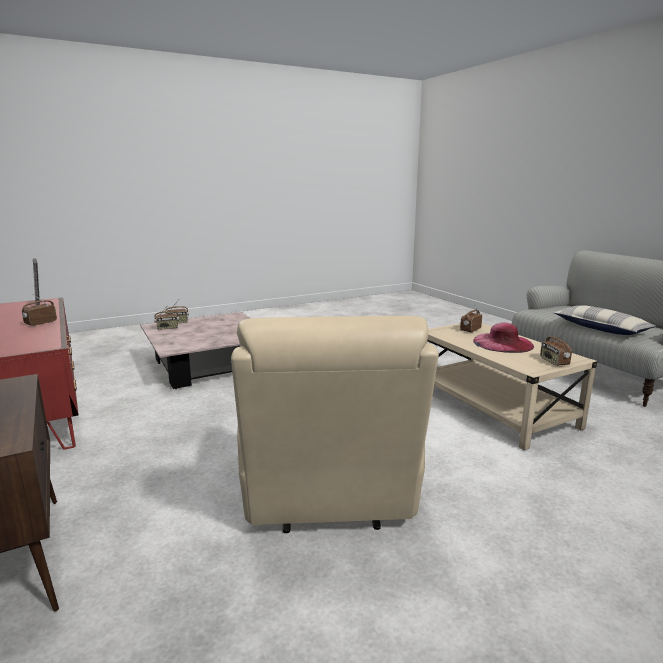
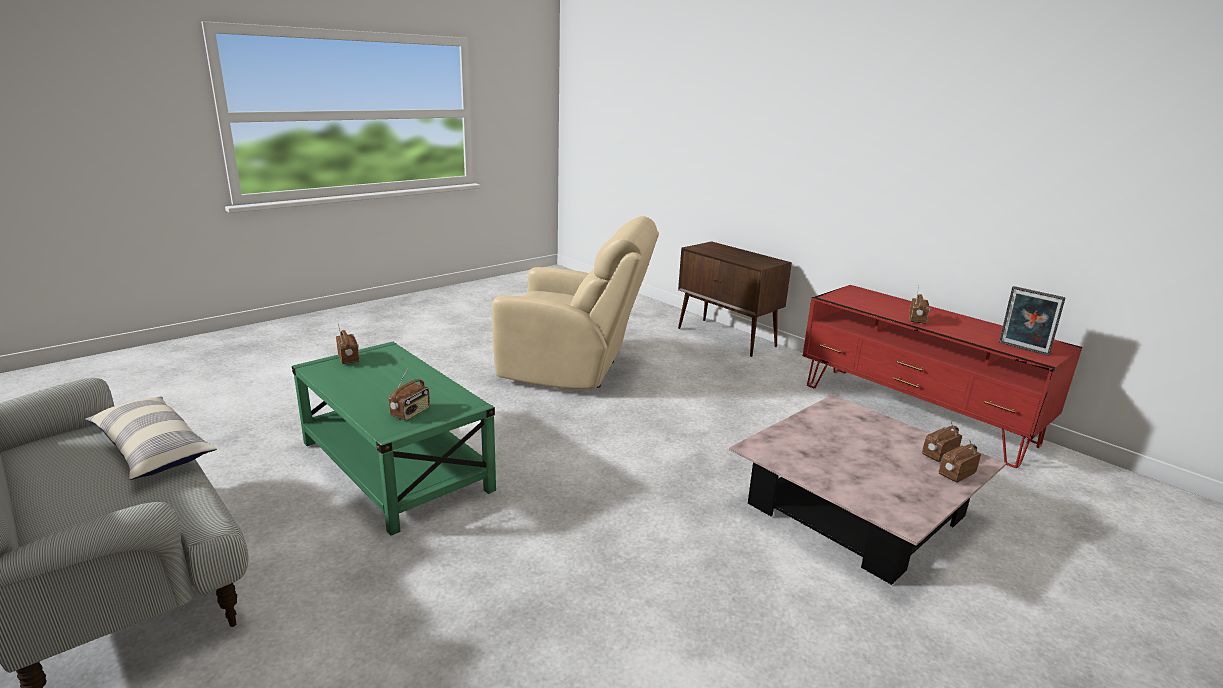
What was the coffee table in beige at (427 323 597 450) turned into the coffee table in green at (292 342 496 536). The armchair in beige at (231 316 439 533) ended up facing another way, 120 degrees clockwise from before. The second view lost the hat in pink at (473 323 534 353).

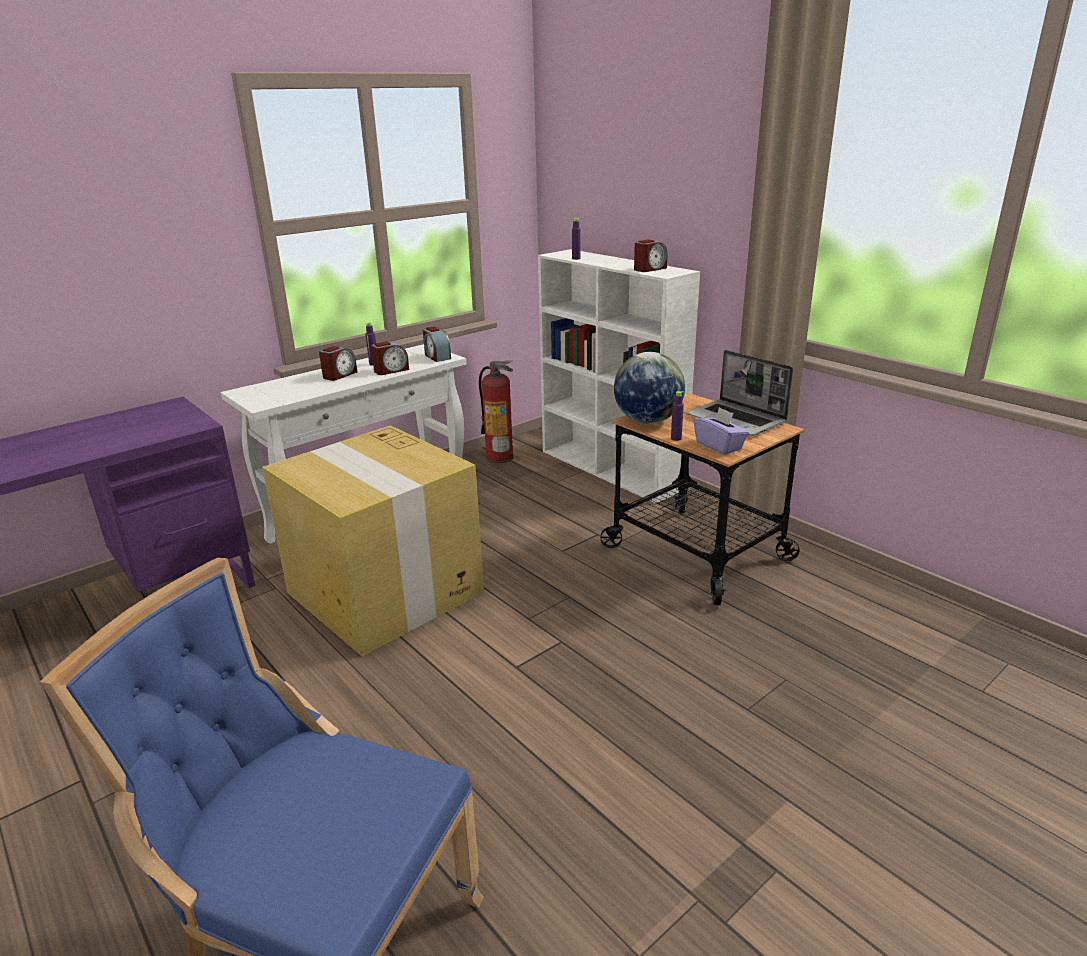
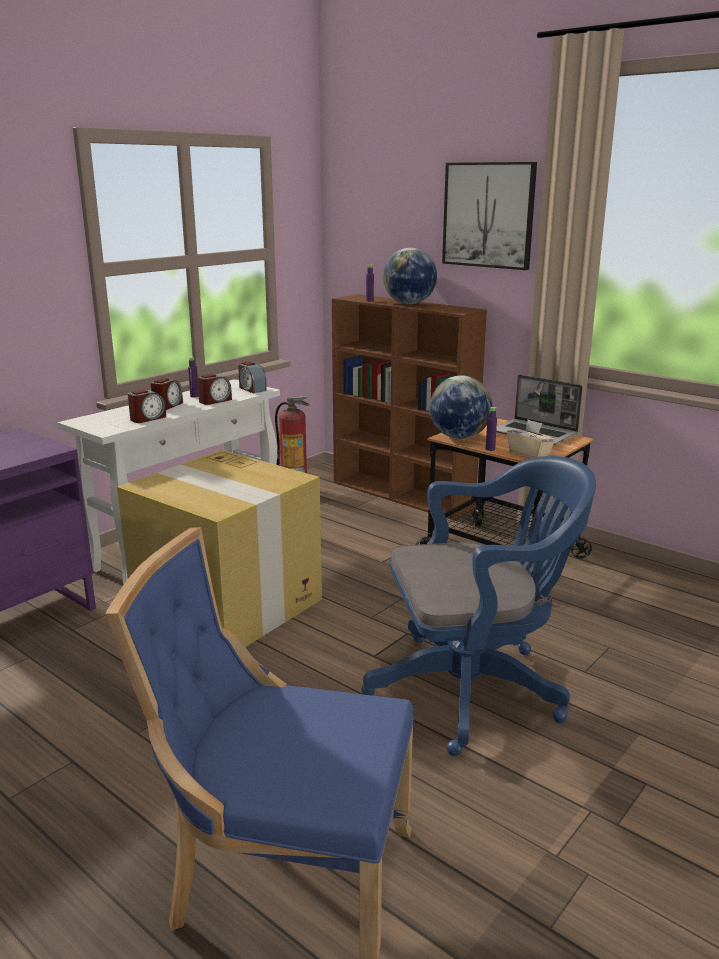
The alarm clock ended up elsewhere, having gone from (634 239 667 272) to (128 389 166 423). What was the bookcase in white at (538 249 700 503) turned into the bookcase in brown at (332 294 487 520). The second view gained the office chair in blue at (361 456 596 756). The second view gained the globe at (383 248 437 304). The second view gained the picture at (442 162 537 270). What was the tissue box in purple at (694 407 749 455) turned into the tissue box in beige at (507 420 555 458).

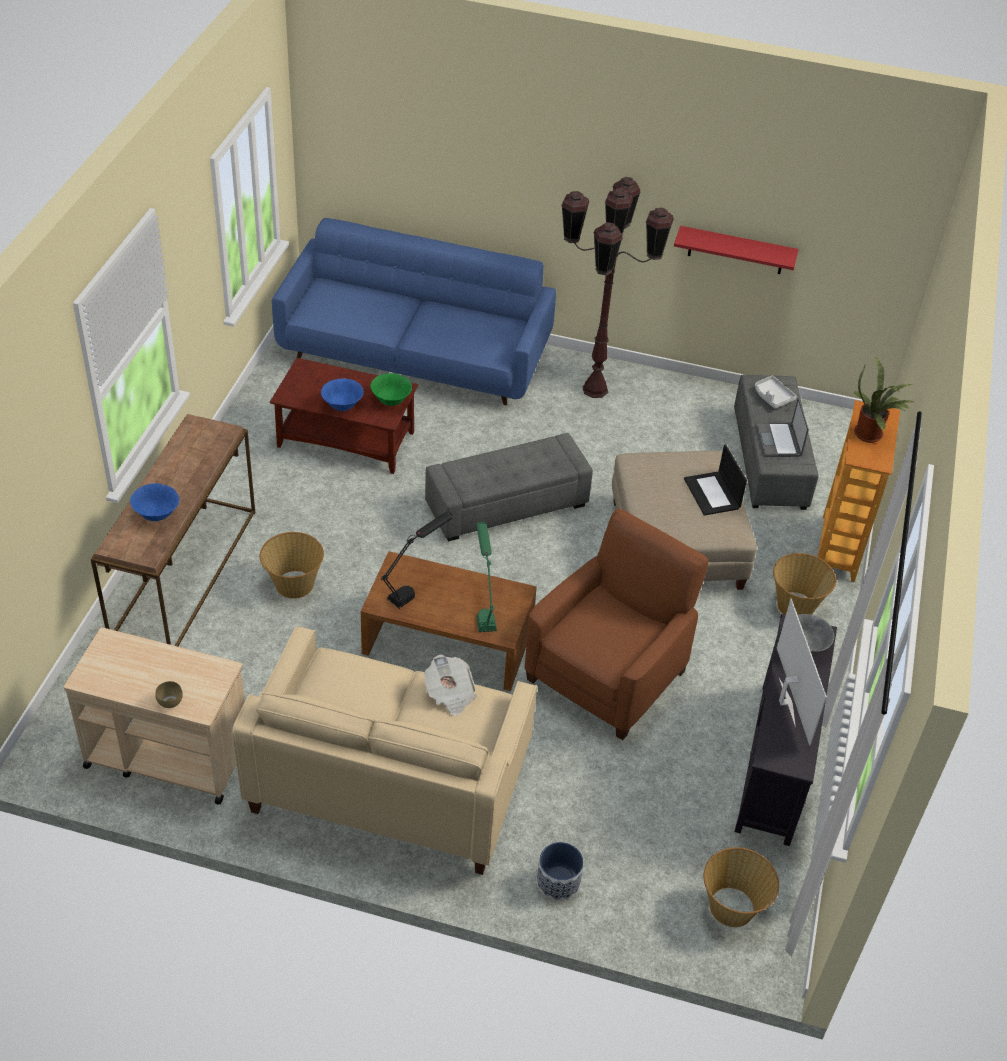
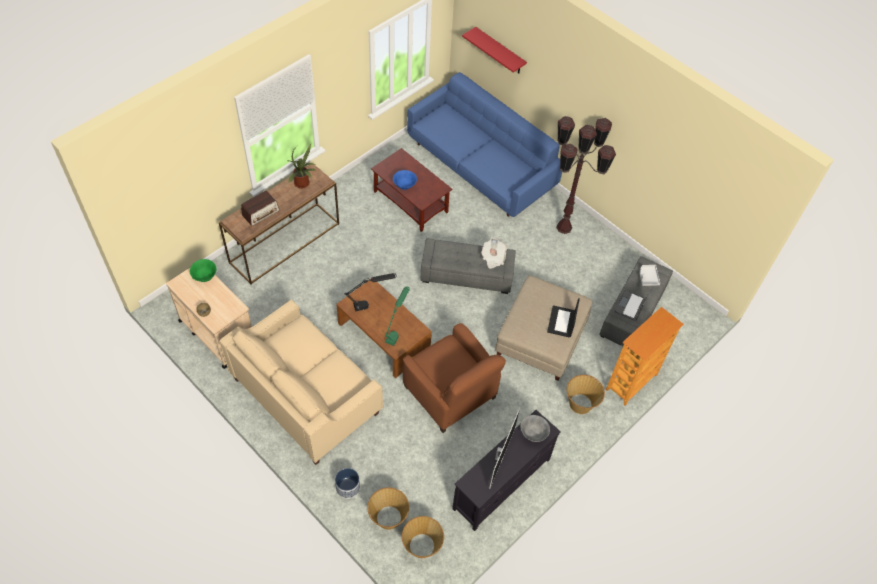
The bowl in green ended up elsewhere, having gone from (370 373 412 406) to (190 259 217 282). Where the bowl in blue stood at (130 483 179 521), the radio came to stand at (241 190 279 226). The potted plant ended up elsewhere, having gone from (854 356 913 443) to (287 144 316 189). The basket ended up elsewhere, having gone from (260 532 324 599) to (367 487 409 530). The armchair in brown at (524 509 709 740) ended up facing another way, 75 degrees clockwise from before. The shelf in red ended up elsewhere, having gone from (674 226 799 274) to (462 27 527 73). The newspaper ended up elsewhere, having gone from (424 654 477 716) to (481 238 507 269).

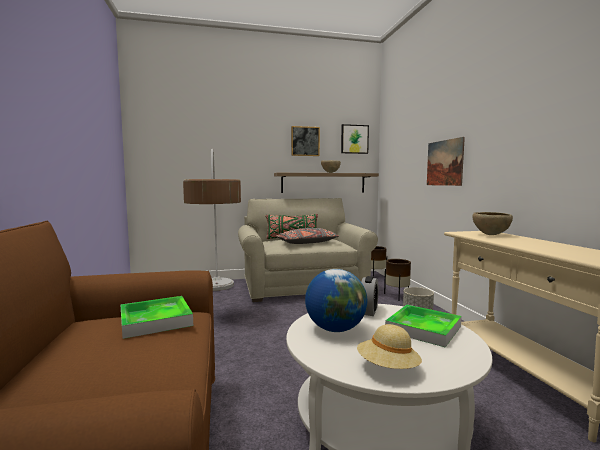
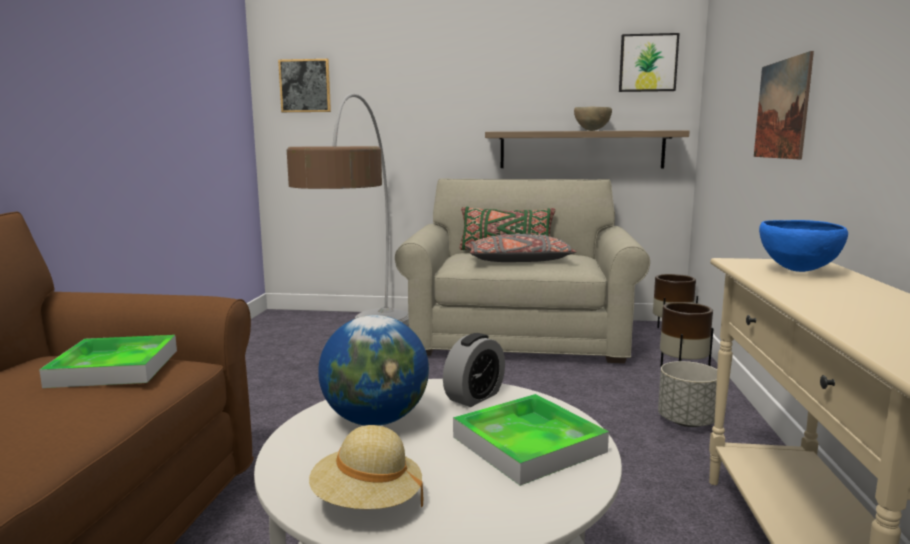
The picture ended up elsewhere, having gone from (291 126 320 156) to (278 59 331 112). What was the bowl in brown at (472 212 513 235) turned into the bowl in blue at (759 220 848 272).

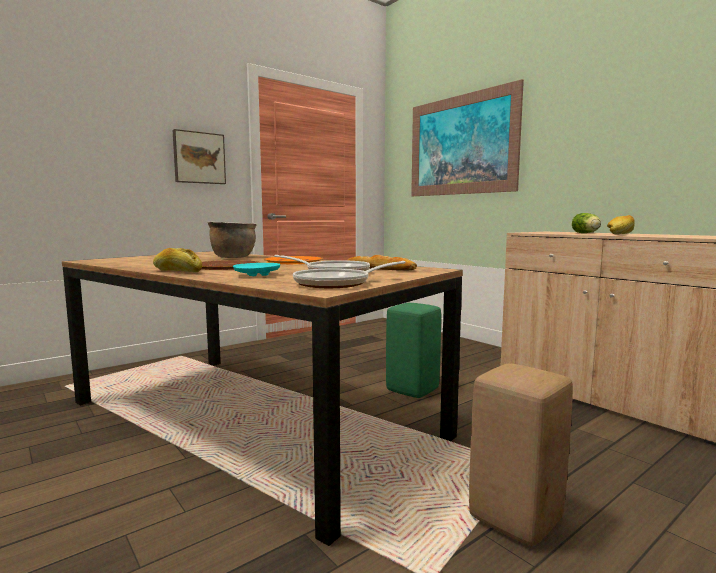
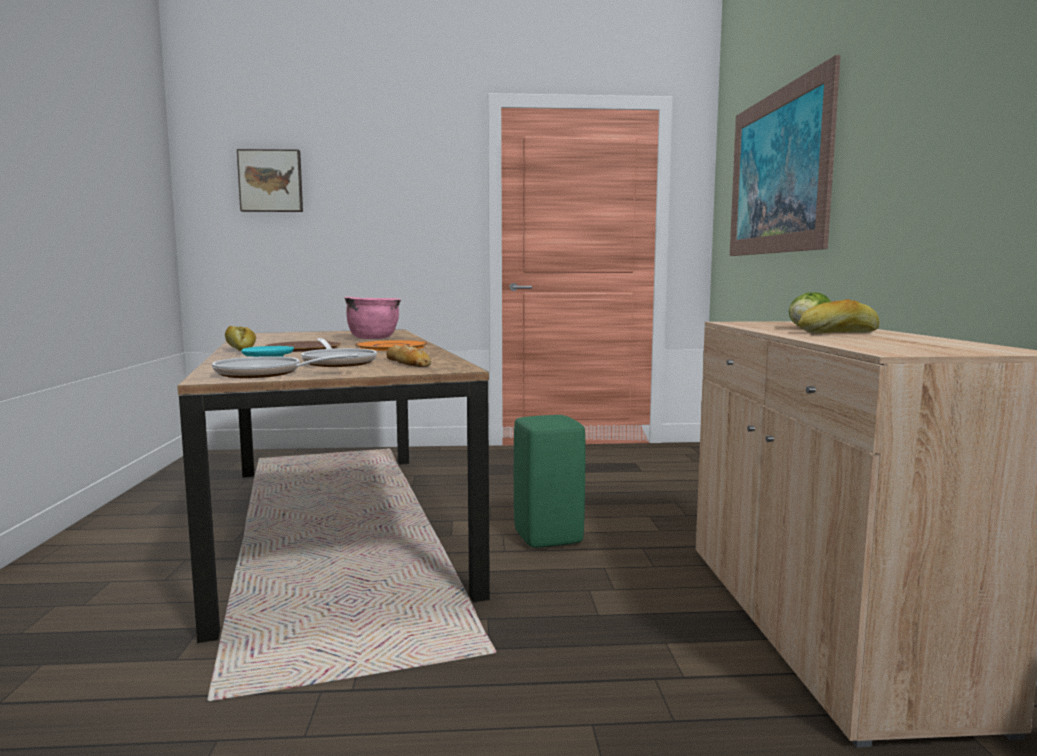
The picture ended up elsewhere, having gone from (173 129 226 184) to (237 149 303 212). What was the cooking pot in brown at (208 221 257 258) turned into the cooking pot in pink at (344 297 401 339). The second view lost the stool in beige at (469 363 573 546).

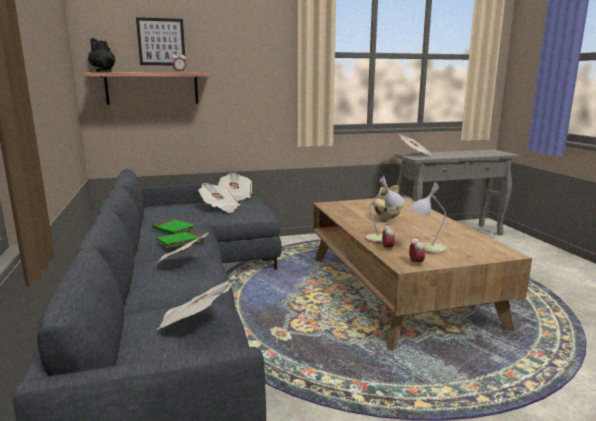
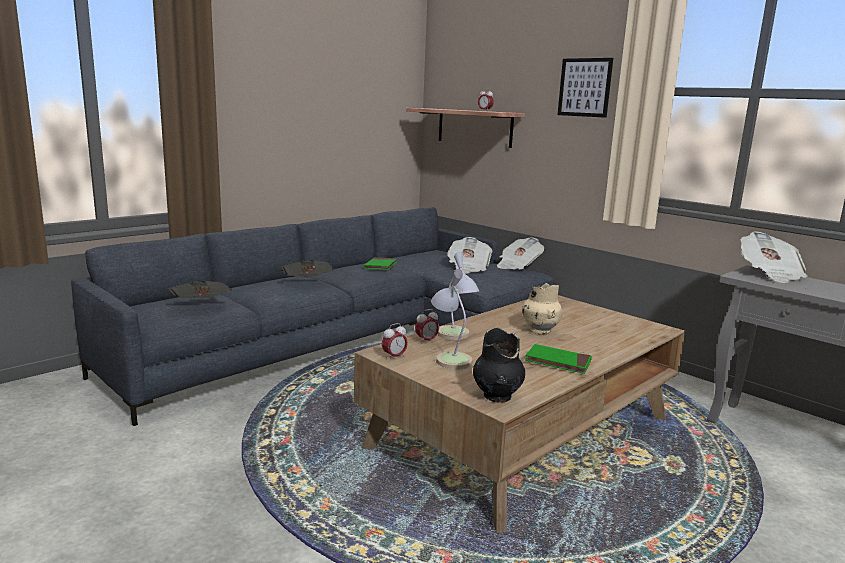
The vase in black ended up elsewhere, having gone from (88 38 115 72) to (473 327 525 403). The book in green ended up elsewhere, having gone from (156 231 205 248) to (525 344 592 374). The picture ended up elsewhere, having gone from (136 17 186 65) to (558 58 613 118).

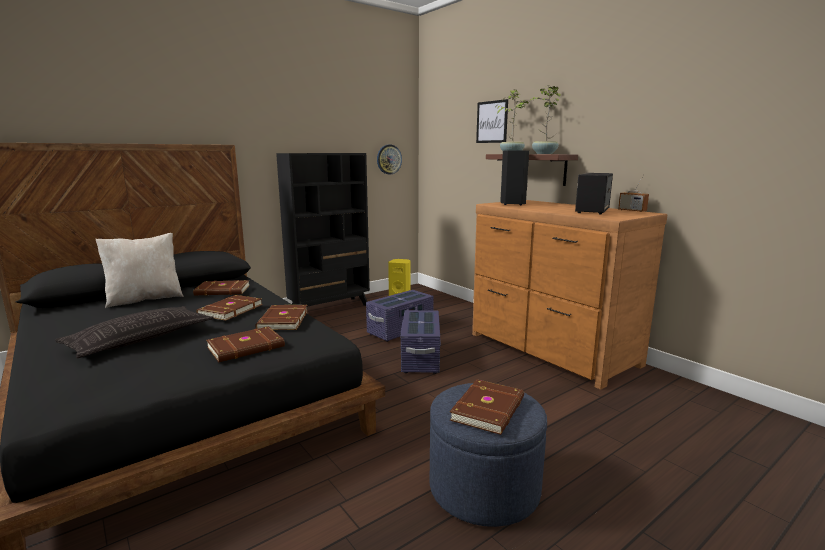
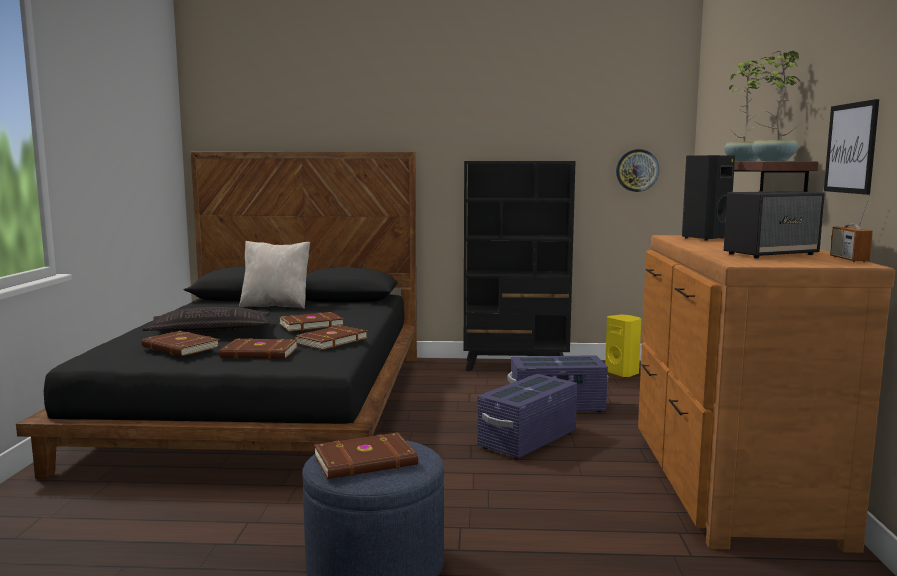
The book in brown ended up elsewhere, having gone from (193 280 250 296) to (142 331 220 356). The picture ended up elsewhere, having gone from (476 99 508 143) to (824 99 879 195).

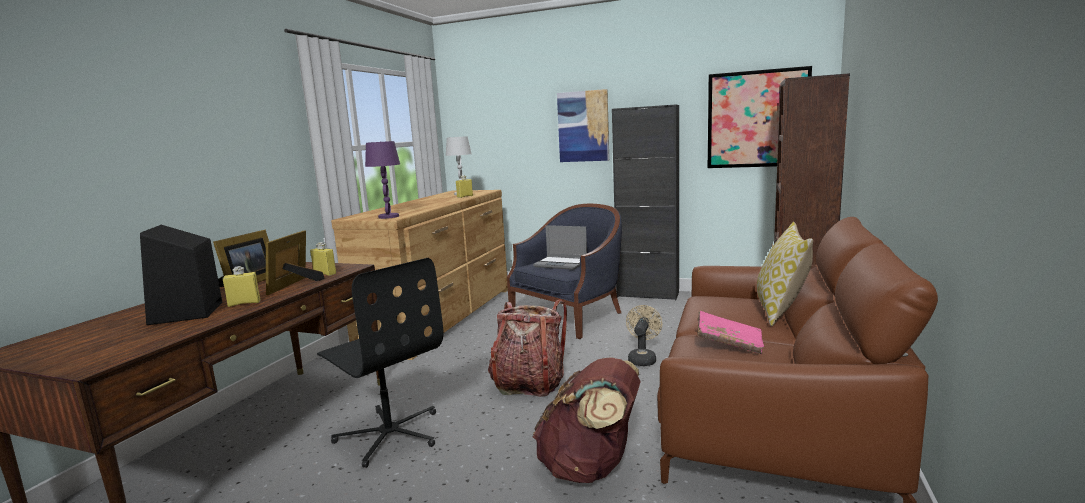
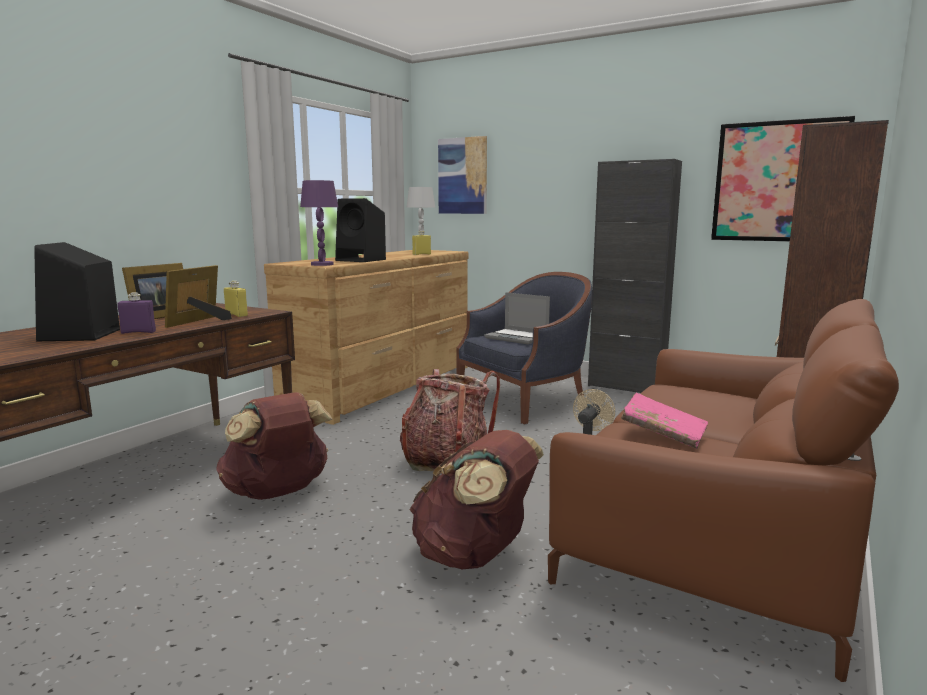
What was the bottle in yellow at (223 266 260 307) turned into the bottle in purple at (117 292 156 334). Where the office chair in black stood at (317 258 444 468), the backpack in brown came to stand at (216 392 333 500). The second view gained the speaker in black at (335 198 386 262). The picture ended up elsewhere, having gone from (557 89 609 162) to (438 136 487 214). The second view lost the pillow at (757 222 813 326).

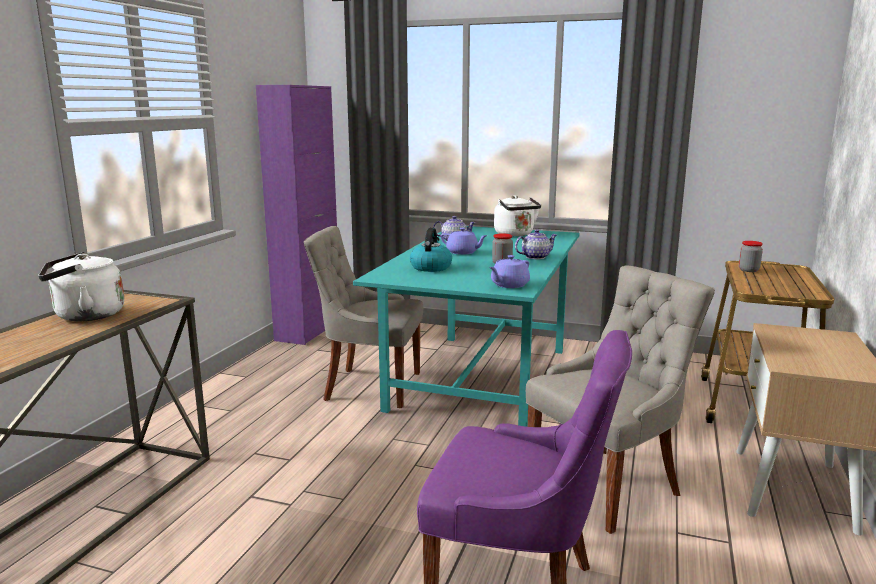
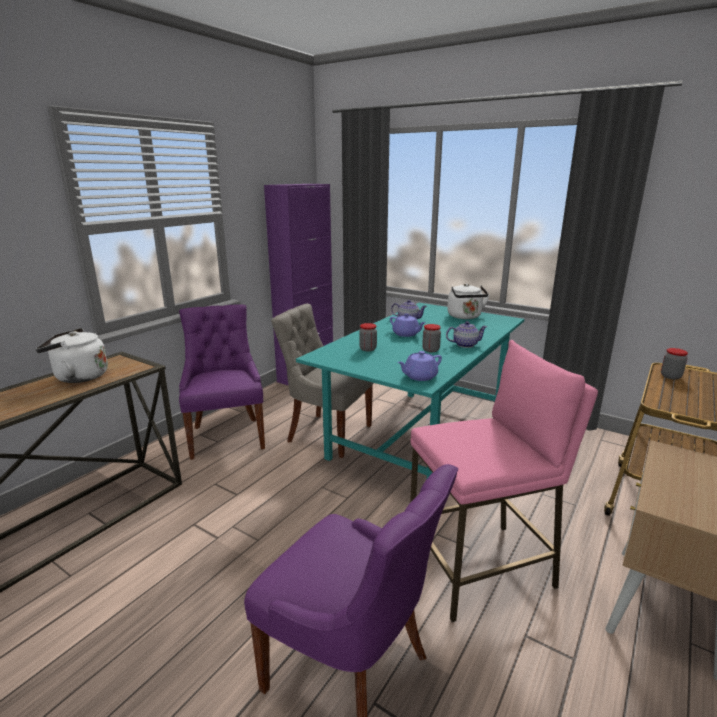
The second view gained the chair in purple at (179 304 265 460). Where the kettle stood at (410 228 452 272), the jar came to stand at (359 323 377 351). Where the chair in grey stood at (526 265 715 534), the stool in pink came to stand at (410 340 598 622).

